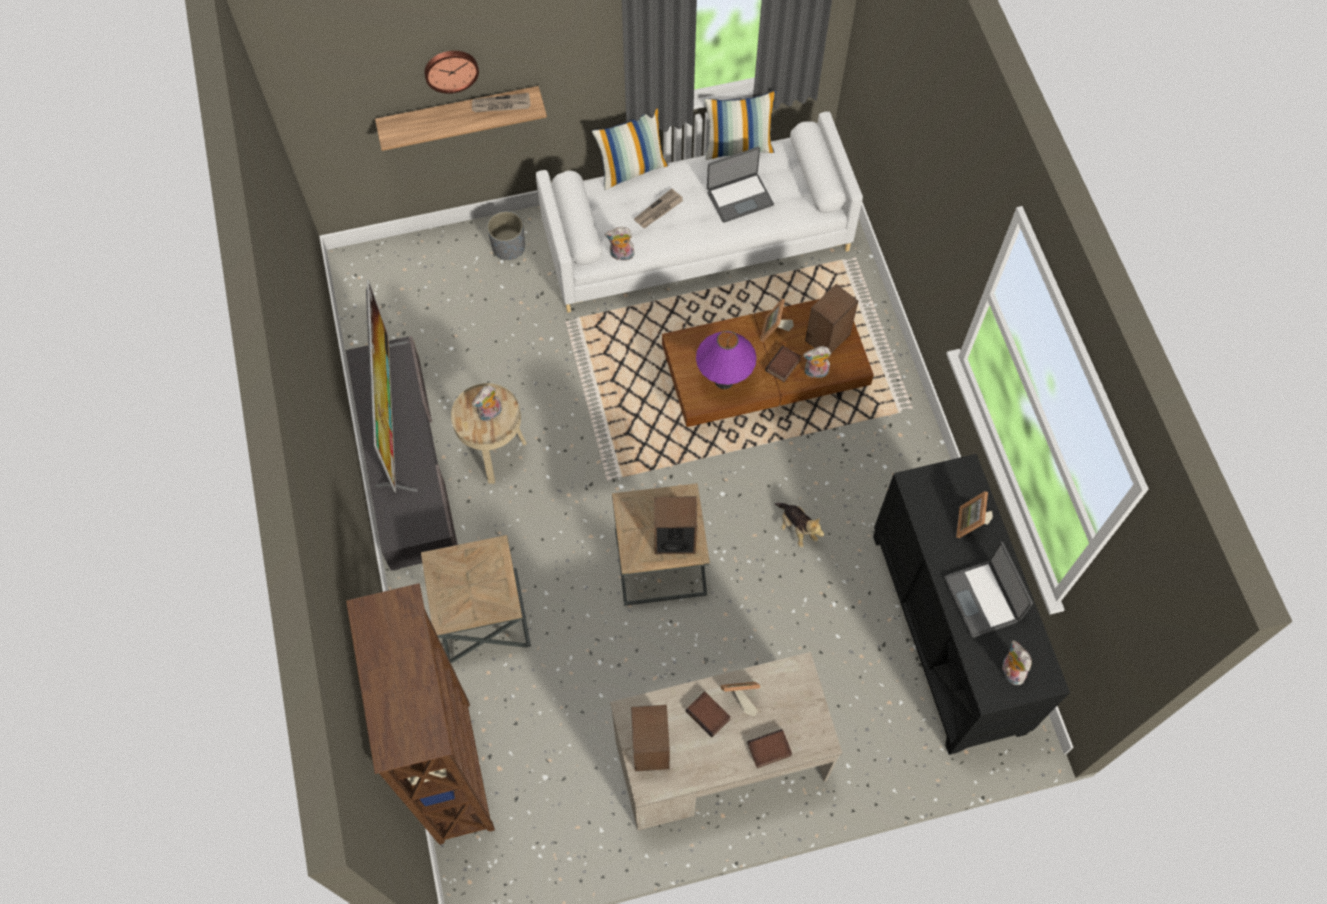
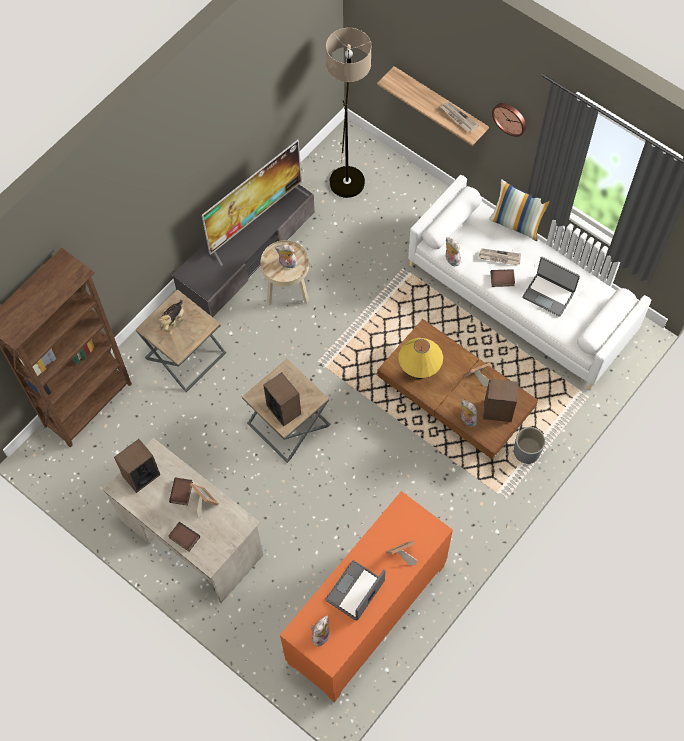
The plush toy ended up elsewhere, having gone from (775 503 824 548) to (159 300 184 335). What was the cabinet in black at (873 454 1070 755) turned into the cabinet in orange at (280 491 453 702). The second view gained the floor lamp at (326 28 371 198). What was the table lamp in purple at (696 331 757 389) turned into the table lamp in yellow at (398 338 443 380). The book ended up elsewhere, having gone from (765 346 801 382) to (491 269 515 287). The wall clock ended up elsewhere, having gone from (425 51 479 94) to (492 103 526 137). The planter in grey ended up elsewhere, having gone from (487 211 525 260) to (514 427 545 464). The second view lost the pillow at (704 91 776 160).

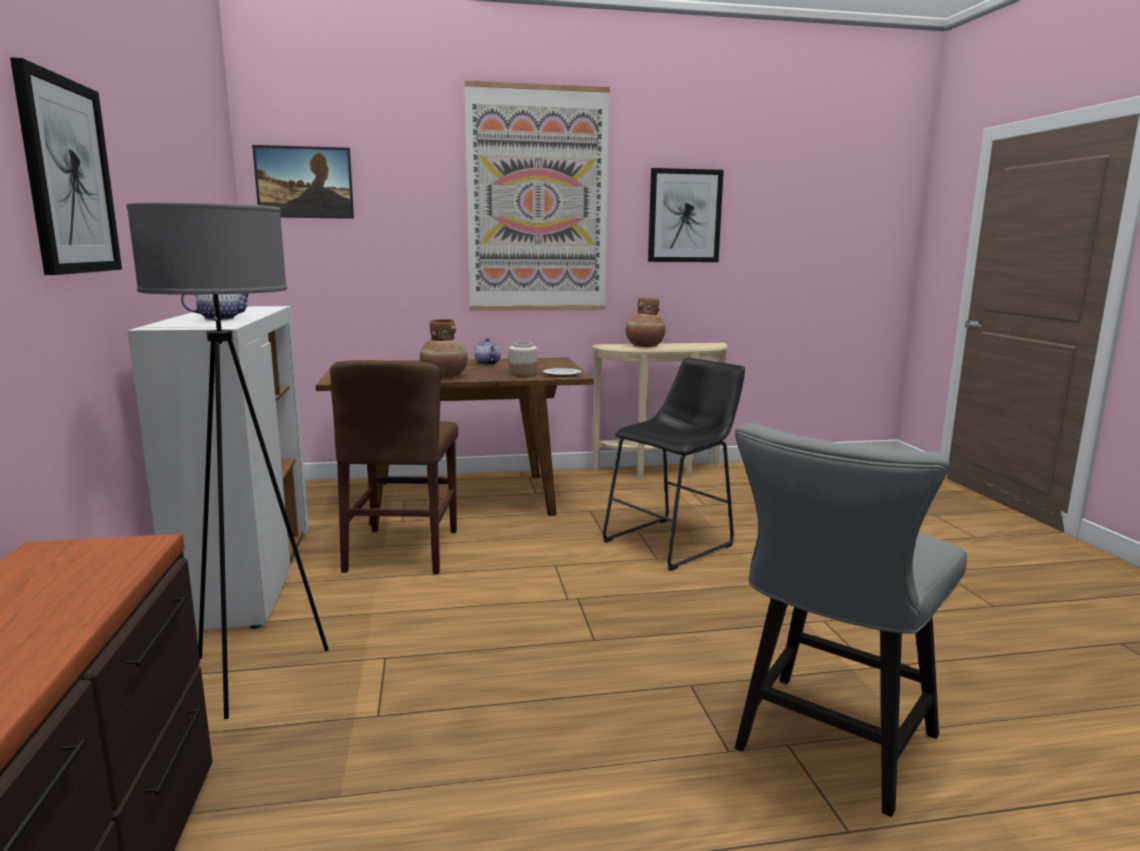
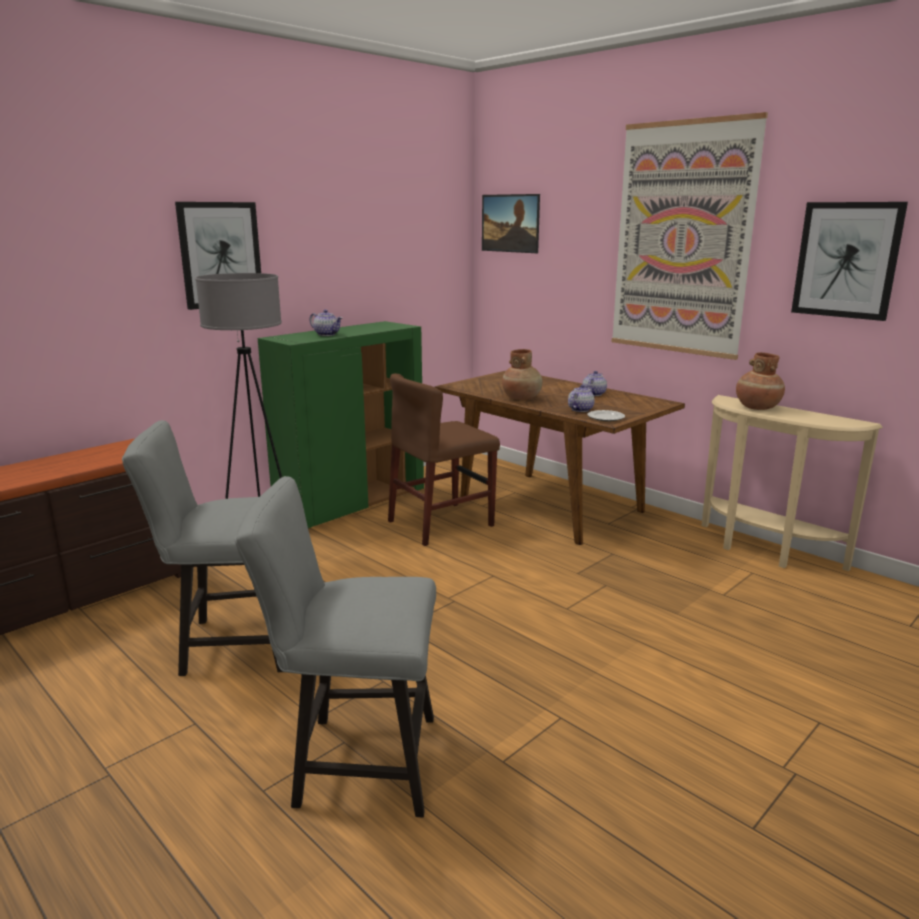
The second view gained the chair in grey at (122 420 283 676). What was the cabinet in white at (128 306 309 630) turned into the cabinet in green at (258 321 424 528). Where the jar stood at (509 342 537 376), the teapot came to stand at (568 385 595 412). The second view lost the stool in black at (603 358 745 571).

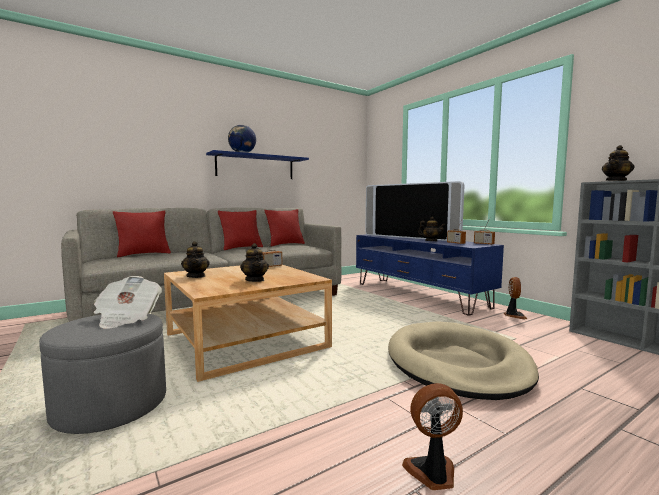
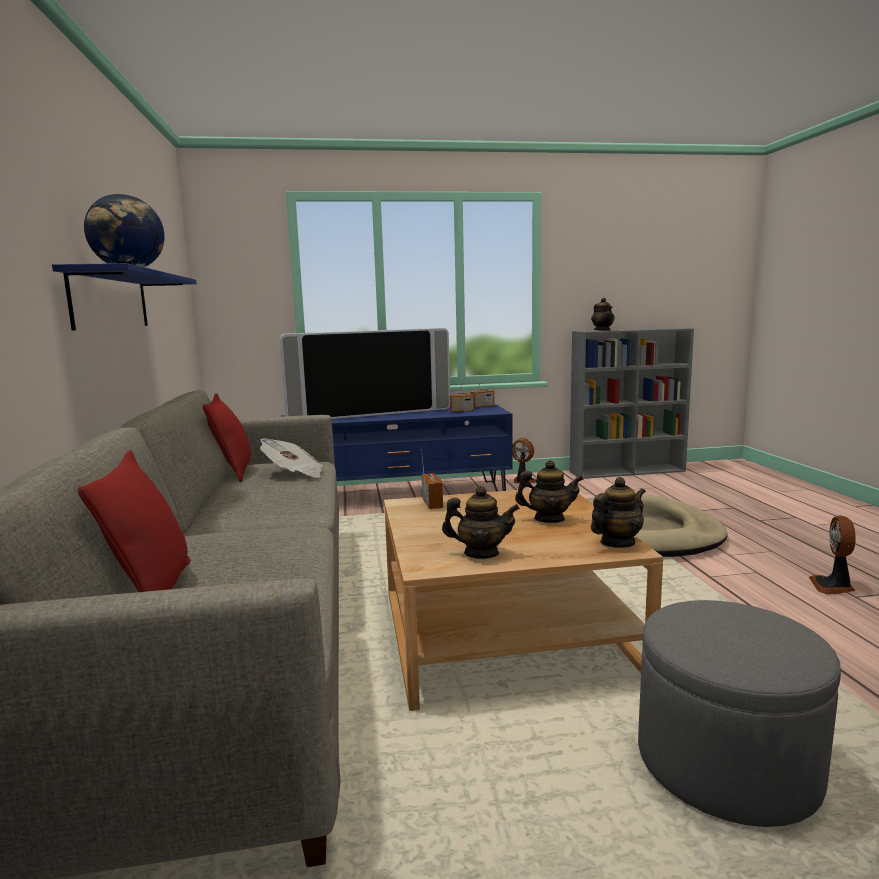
The newspaper ended up elsewhere, having gone from (93 276 162 329) to (260 438 323 478). The teapot ended up elsewhere, having gone from (418 217 445 241) to (591 477 646 548). The second view lost the pillow in red at (218 210 263 250).

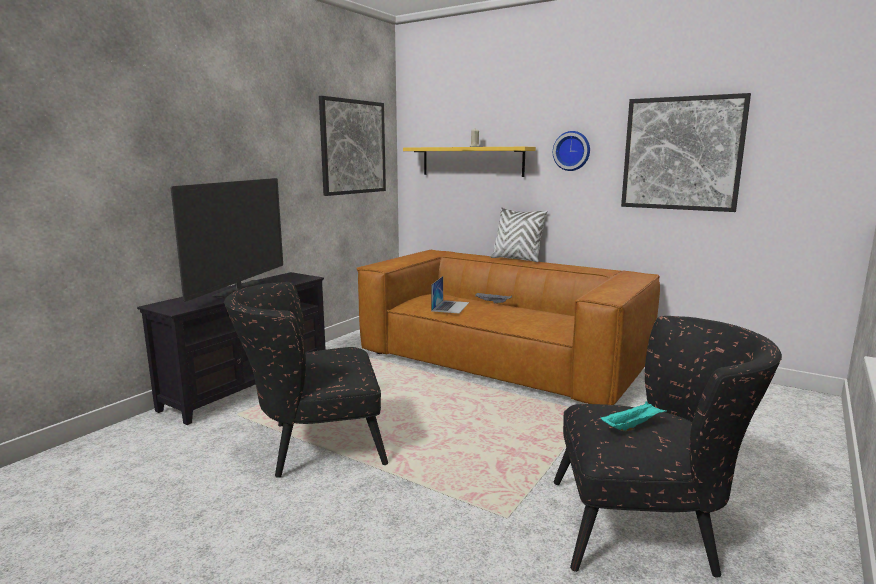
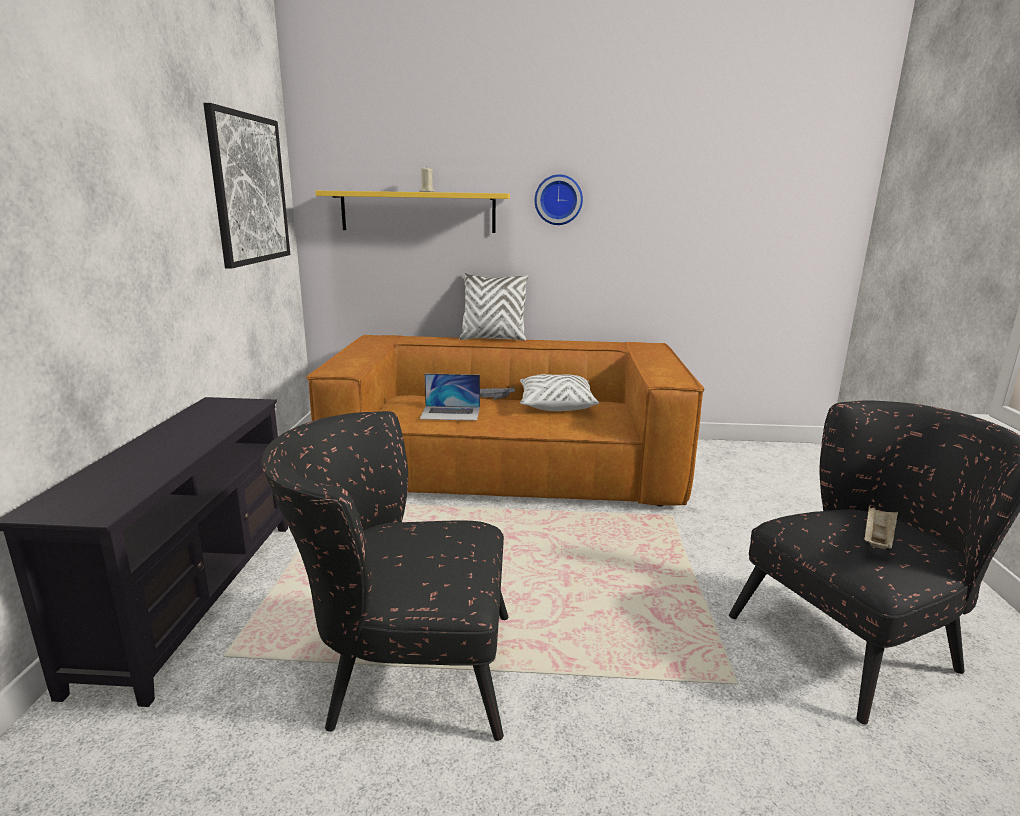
The armchair in black at (224 282 388 478) ended up facing another way, 45 degrees clockwise from before. The laptop at (431 276 469 313) ended up facing another way, 105 degrees clockwise from before. The second view gained the pillow in white at (520 374 599 411). What was the tray in turquoise at (600 401 666 431) turned into the tray in beige at (864 506 898 549). The second view lost the television at (171 178 283 302). The second view lost the picture at (621 93 751 212).

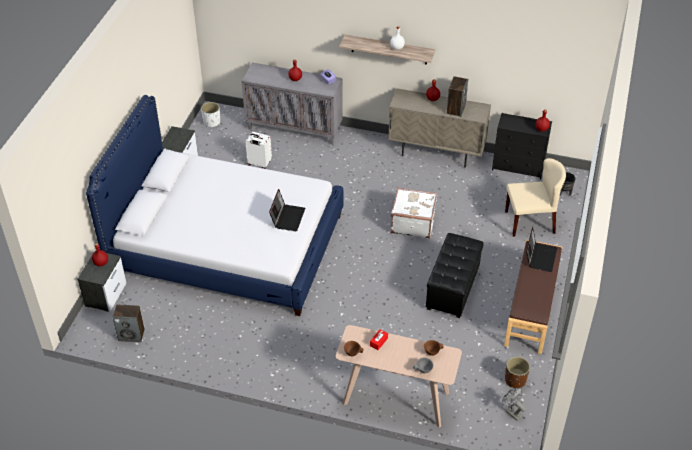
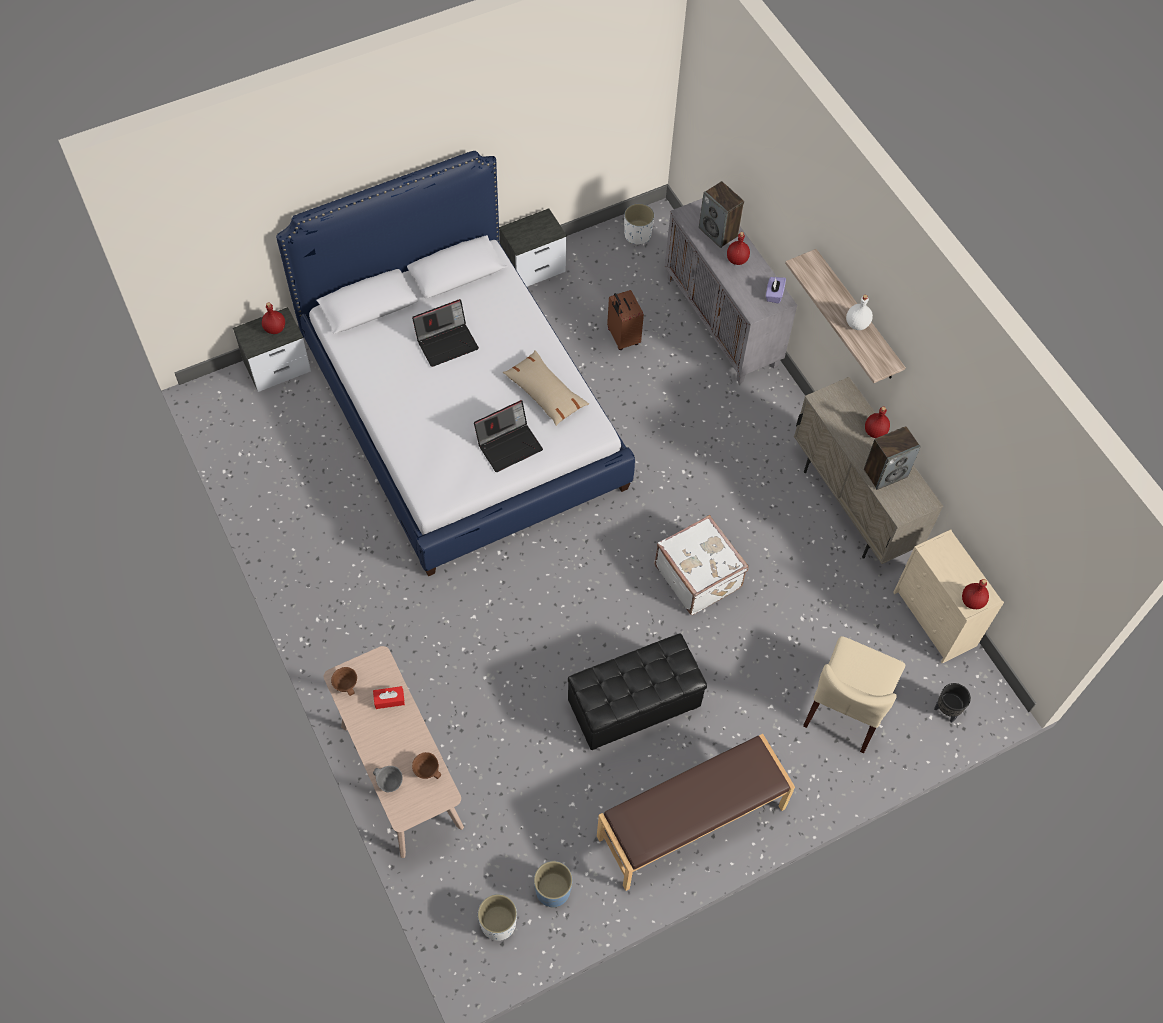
The laptop ended up elsewhere, having gone from (526 227 557 272) to (412 299 479 367). Where the fan in grey stood at (502 388 526 421), the planter in white came to stand at (478 894 517 941). The second view gained the pillow in beige at (503 350 589 426). What was the planter in brown at (505 356 530 388) turned into the planter in blue at (534 861 573 908). What was the suitcase in white at (246 132 272 169) turned into the suitcase in brown at (607 290 644 350). The speaker ended up elsewhere, having gone from (113 305 144 342) to (699 181 744 248). The chair in beige at (505 158 566 237) ended up facing another way, 75 degrees clockwise from before. What was the dresser in black at (492 113 552 179) turned into the dresser in beige at (893 529 1004 663).

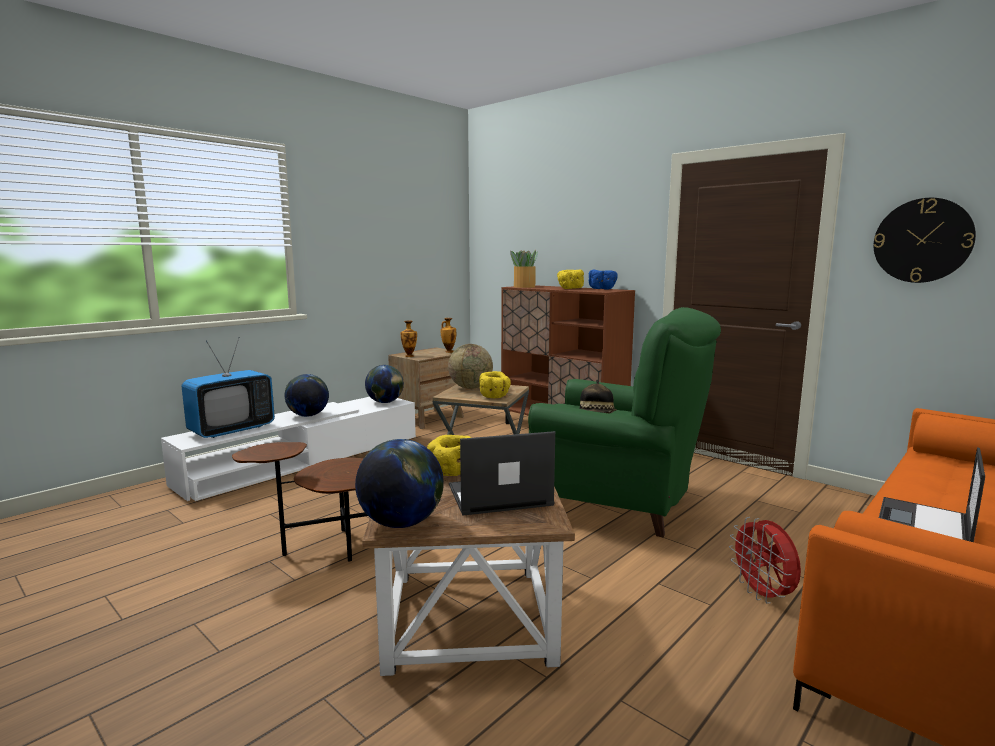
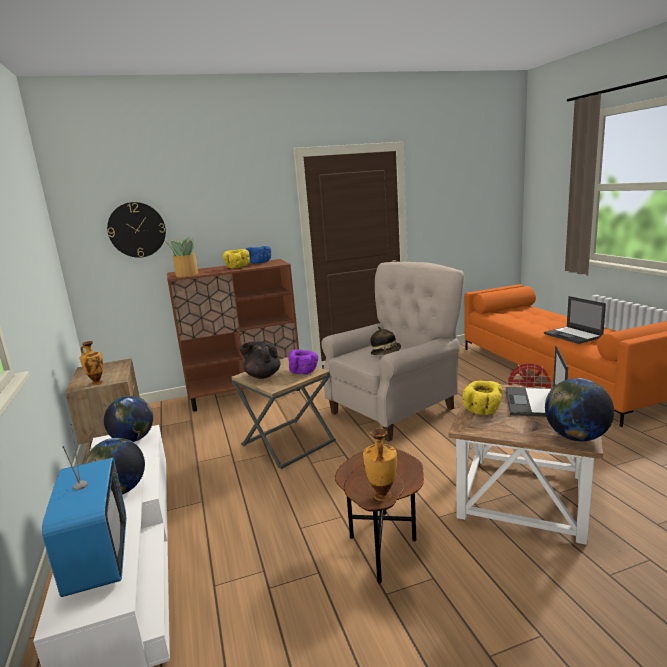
The wall clock ended up elsewhere, having gone from (874 198 976 283) to (107 202 166 258). Where the globe stood at (448 344 493 389), the teapot in black came to stand at (239 341 280 379). What was the bowl in yellow at (479 371 511 398) turned into the bowl in purple at (288 349 318 374). What was the armchair in green at (528 307 721 538) turned into the armchair in beige at (321 262 464 442). The vase ended up elsewhere, having gone from (440 318 456 353) to (363 428 397 501).

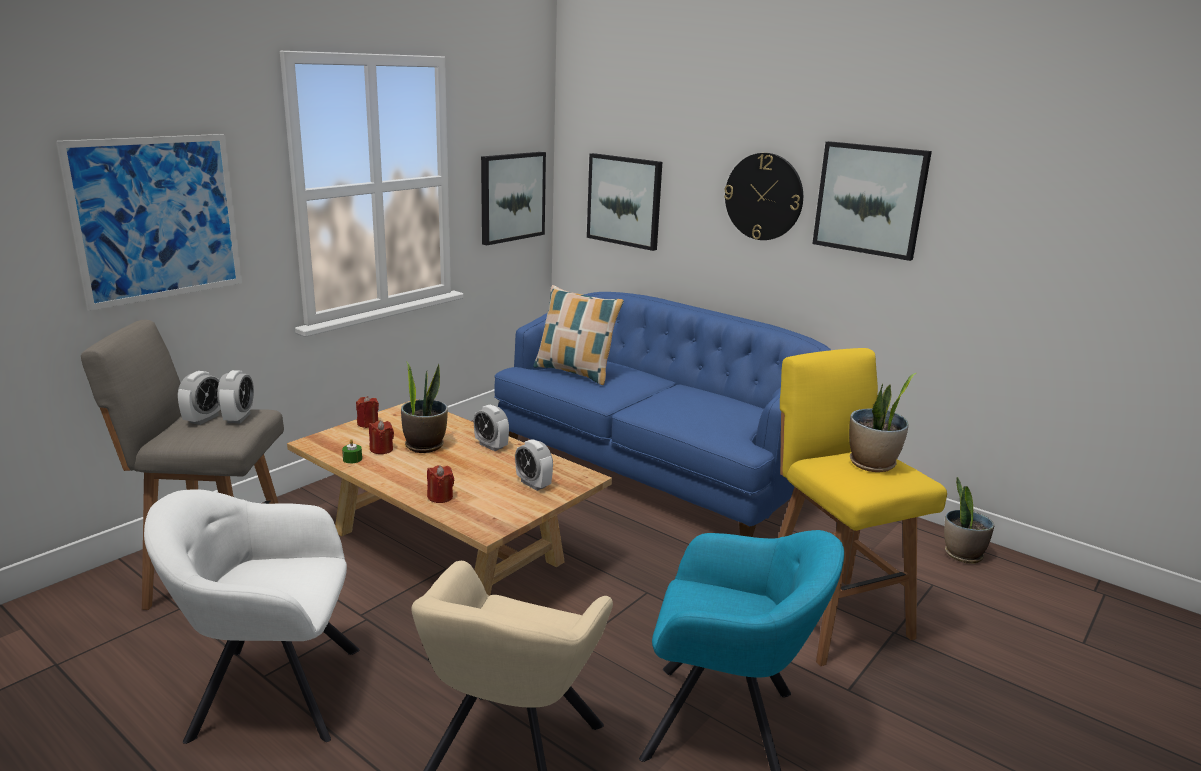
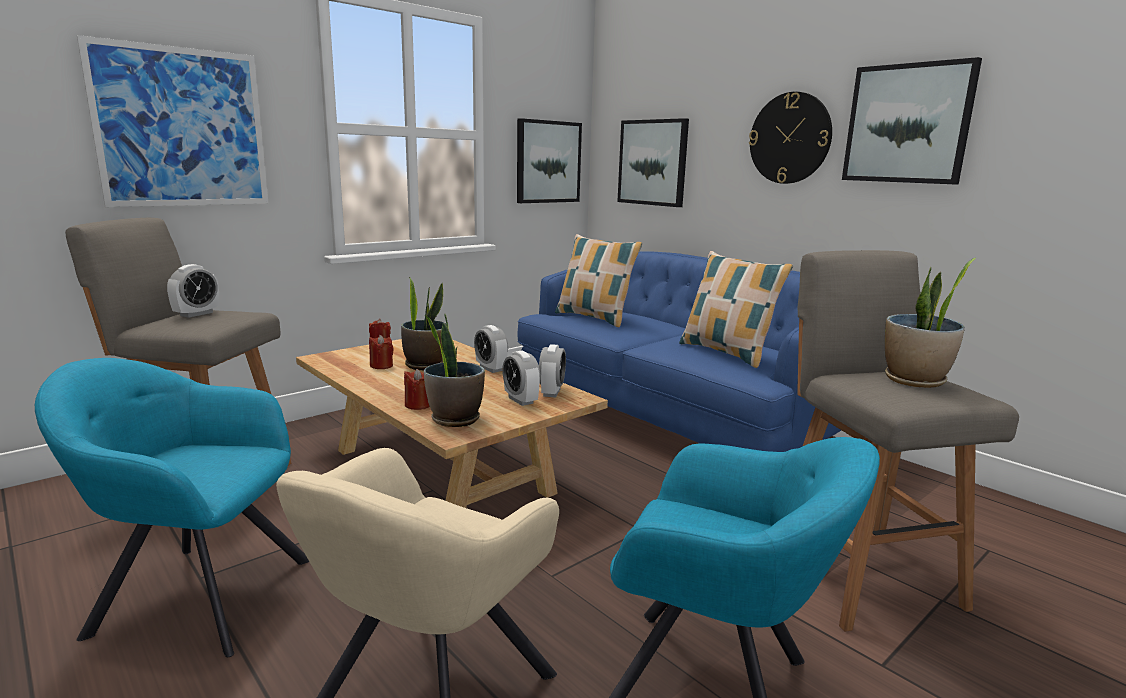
What was the armchair in white at (144 489 360 744) turned into the armchair in turquoise at (35 358 309 657). The potted plant ended up elsewhere, having gone from (944 477 994 563) to (424 314 485 427). The alarm clock ended up elsewhere, having gone from (217 370 254 424) to (539 344 566 398). The second view gained the pillow at (679 251 793 368). What was the stool in yellow at (778 348 947 666) turned into the stool in grey at (797 250 1019 632). The second view lost the candle in green at (342 439 362 464).

